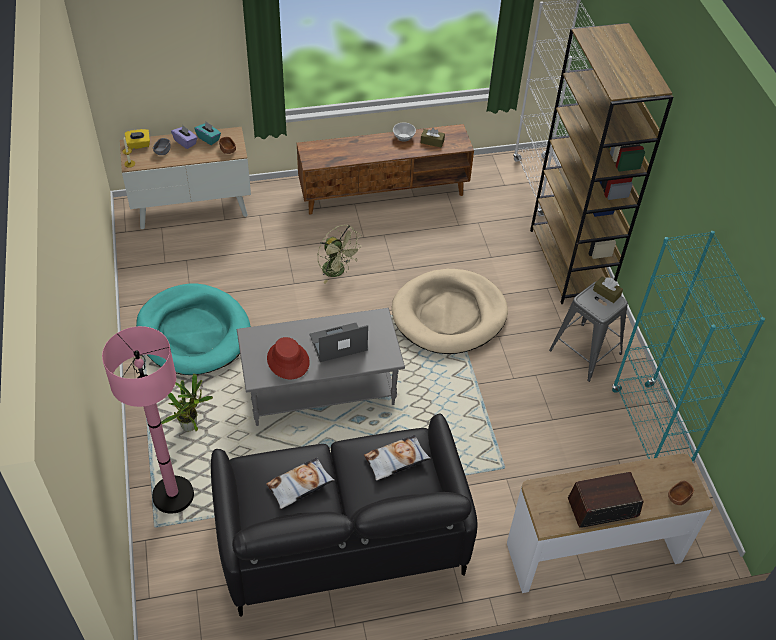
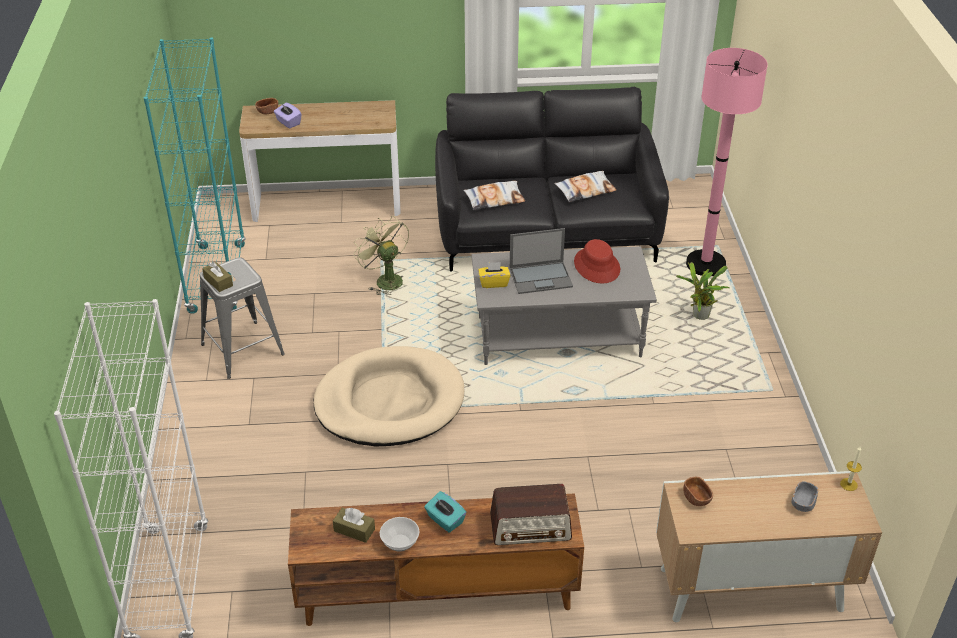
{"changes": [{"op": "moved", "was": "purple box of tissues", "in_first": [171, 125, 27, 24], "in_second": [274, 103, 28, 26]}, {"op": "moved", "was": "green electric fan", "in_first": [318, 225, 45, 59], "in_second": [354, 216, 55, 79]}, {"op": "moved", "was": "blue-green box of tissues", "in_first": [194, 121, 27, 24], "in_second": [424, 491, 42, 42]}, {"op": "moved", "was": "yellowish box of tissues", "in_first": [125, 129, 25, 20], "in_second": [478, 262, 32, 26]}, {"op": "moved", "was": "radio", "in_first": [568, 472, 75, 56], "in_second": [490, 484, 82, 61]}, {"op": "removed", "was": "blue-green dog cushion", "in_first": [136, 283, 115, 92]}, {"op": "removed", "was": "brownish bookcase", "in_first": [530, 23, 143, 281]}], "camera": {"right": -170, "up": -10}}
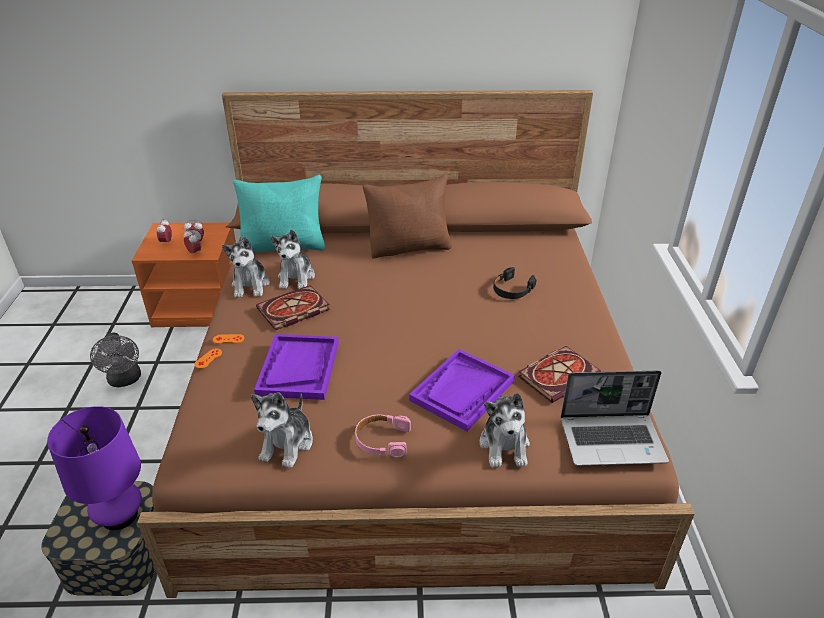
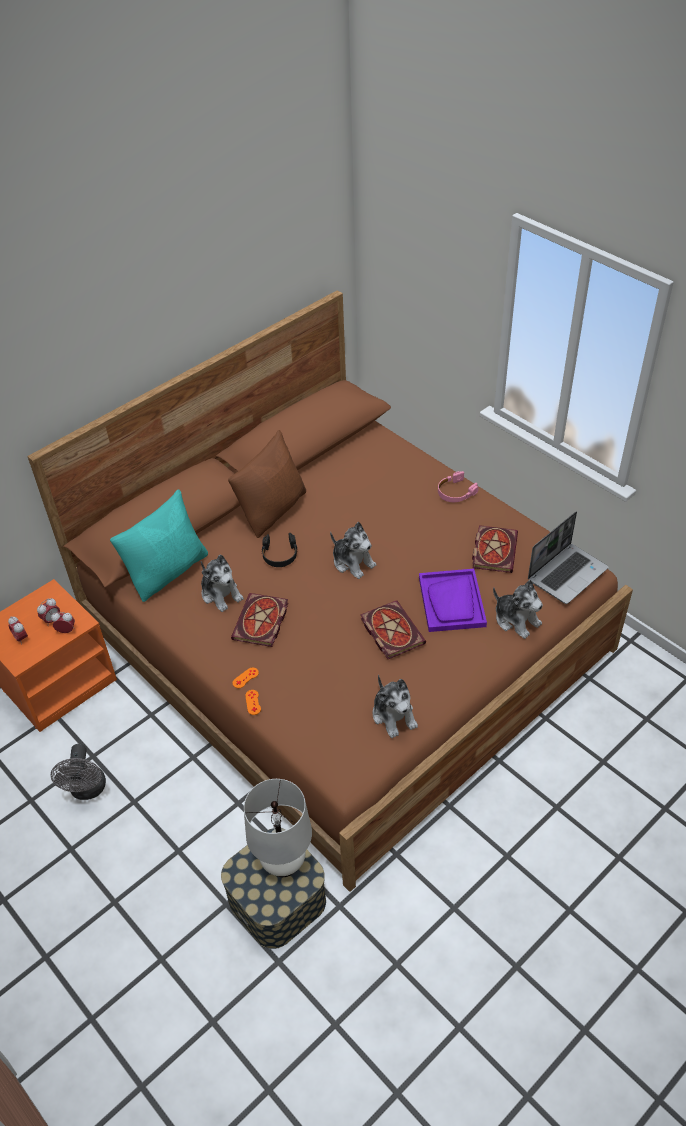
{"changes": [{"op": "turned", "was": "greyish electric fan", "in_first": [90, 333, 51, 54], "in_second": [51, 744, 55, 56], "clockwise": 60}, {"op": "recoloured", "was": "purple lamp for a table", "now": "white lamp for a table", "in_first": [47, 406, 95, 124], "in_second": [244, 779, 68, 98]}, {"op": "moved", "was": "black pair of headphones", "in_first": [493, 267, 44, 32], "in_second": [262, 533, 35, 34]}, {"op": "moved", "was": "plush toy", "in_first": [222, 237, 48, 61], "in_second": [330, 522, 46, 57]}, {"op": "added", "now": "book", "in_second": [360, 600, 66, 59]}, {"op": "moved", "was": "pink-coloured pair of headphones", "in_first": [355, 415, 56, 42], "in_second": [438, 471, 41, 31]}, {"op": "removed", "was": "purple serving tray", "in_first": [254, 334, 85, 66]}], "camera": {"right": -40, "up": 10}}
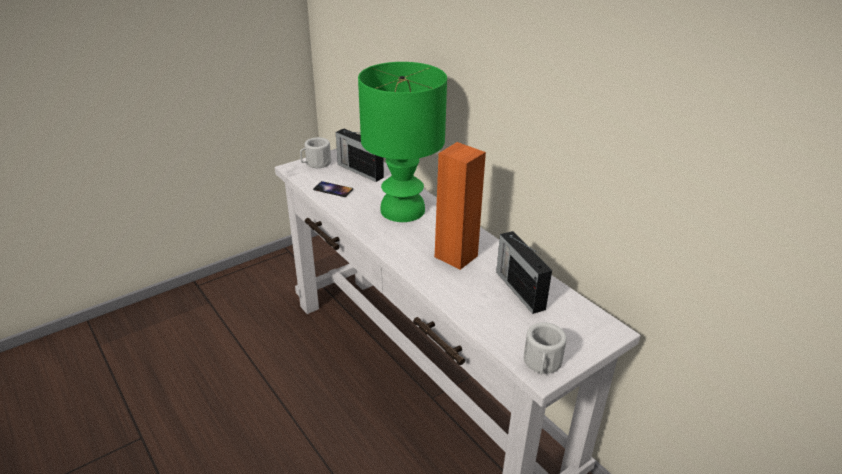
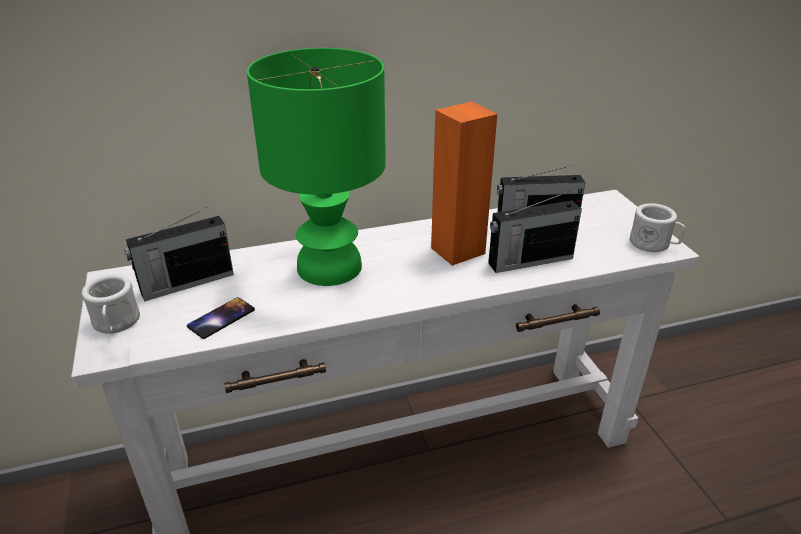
{"changes": [{"op": "added", "now": "radio", "in_second": [488, 191, 94, 82]}], "camera": {"right": -70, "up": 0}}
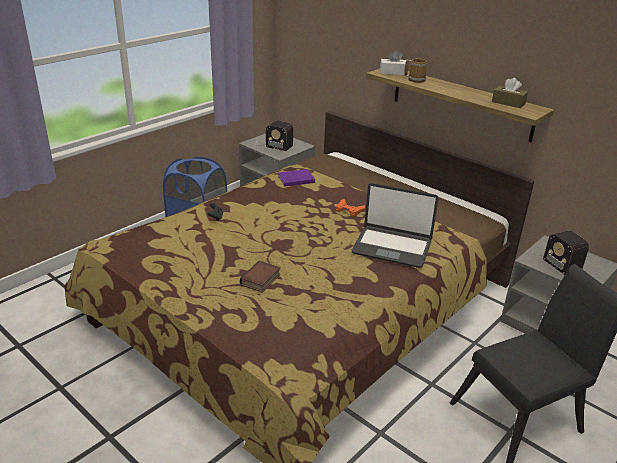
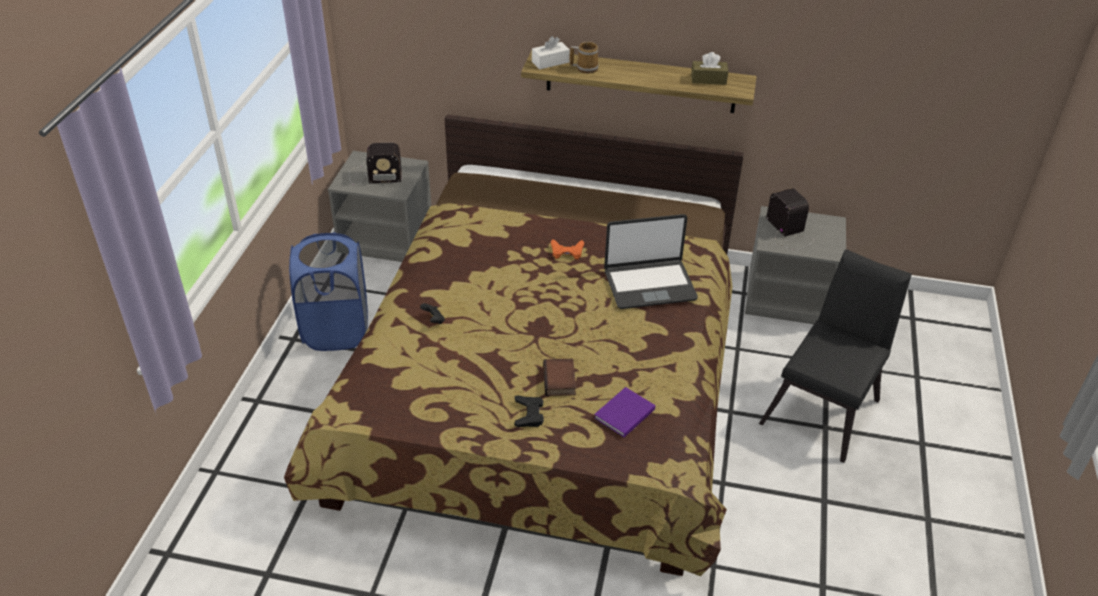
{"changes": [{"op": "added", "now": "black game controller", "in_second": [514, 395, 30, 32]}, {"op": "moved", "was": "purple book", "in_first": [278, 169, 37, 17], "in_second": [594, 387, 61, 51]}, {"op": "turned", "was": "radio", "in_first": [532, 231, 57, 44], "in_second": [766, 188, 48, 62], "clockwise": -150}], "camera": {"right": -30, "up": 10}}
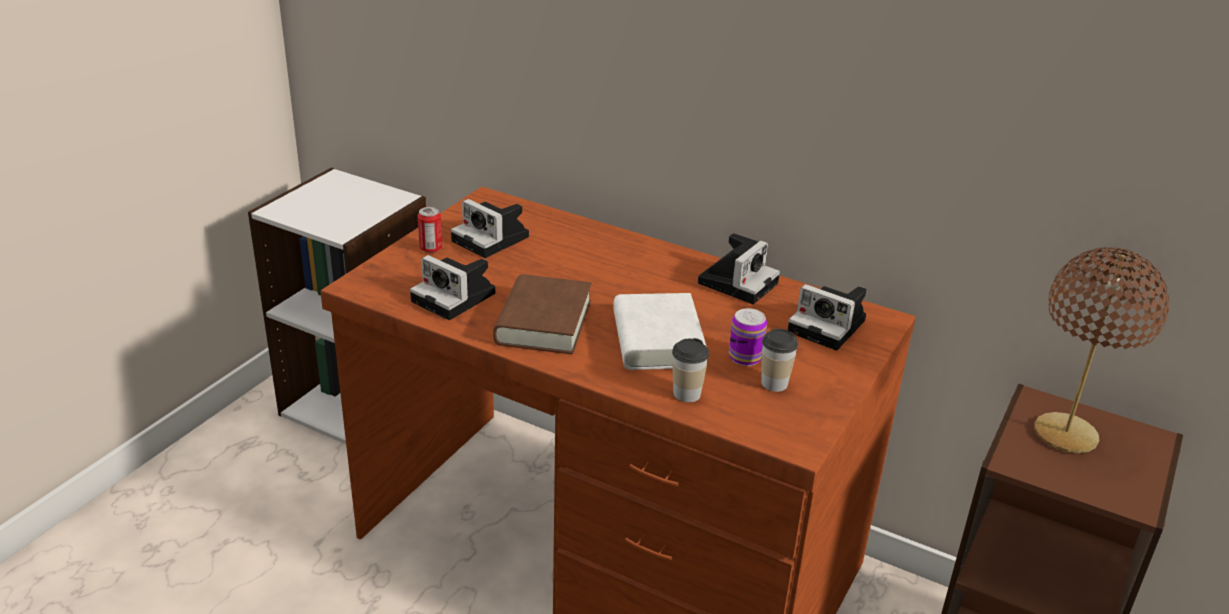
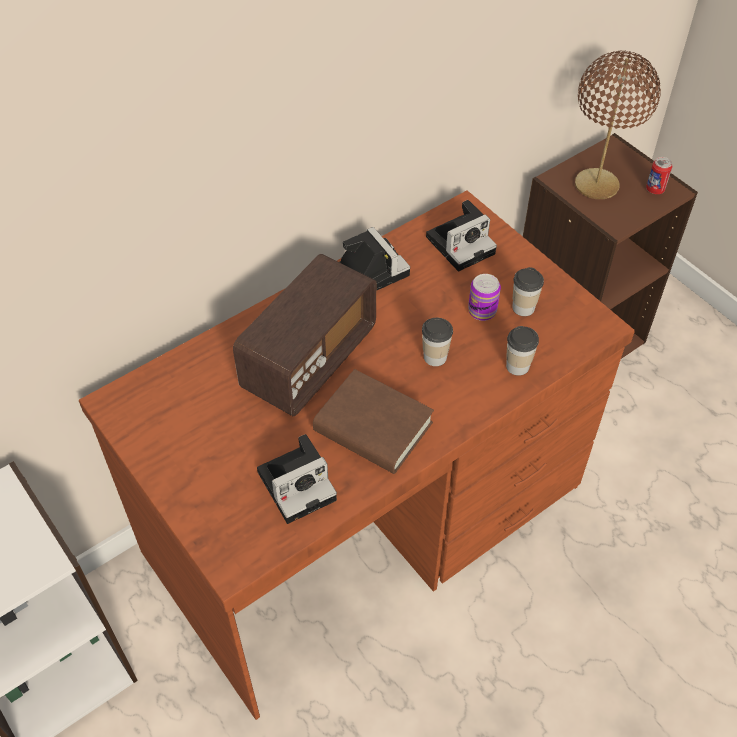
{"changes": [{"op": "added", "now": "radio", "in_second": [233, 254, 143, 162]}, {"op": "replaced", "was": "white book", "now": "drinking cup", "in_first": [613, 293, 94, 77], "in_second": [422, 318, 31, 48]}, {"op": "moved", "was": "metal can", "in_first": [418, 207, 24, 46], "in_second": [646, 157, 26, 37]}, {"op": "removed", "was": "still camera", "in_first": [451, 199, 78, 59]}], "camera": {"right": -65, "up": 20}}
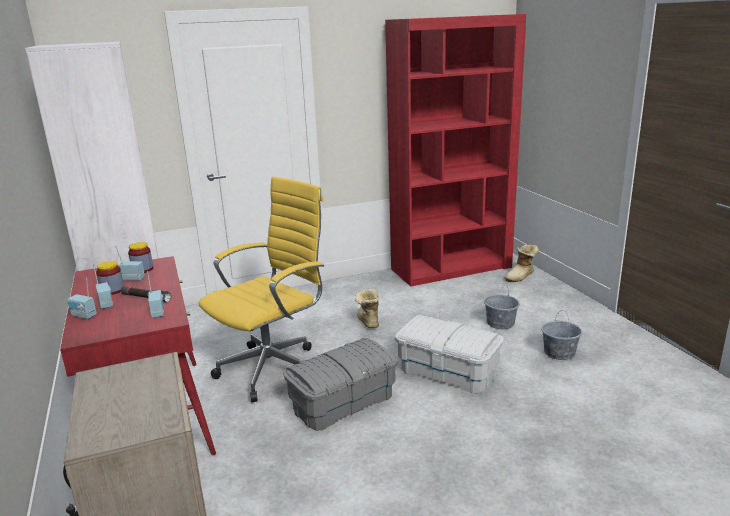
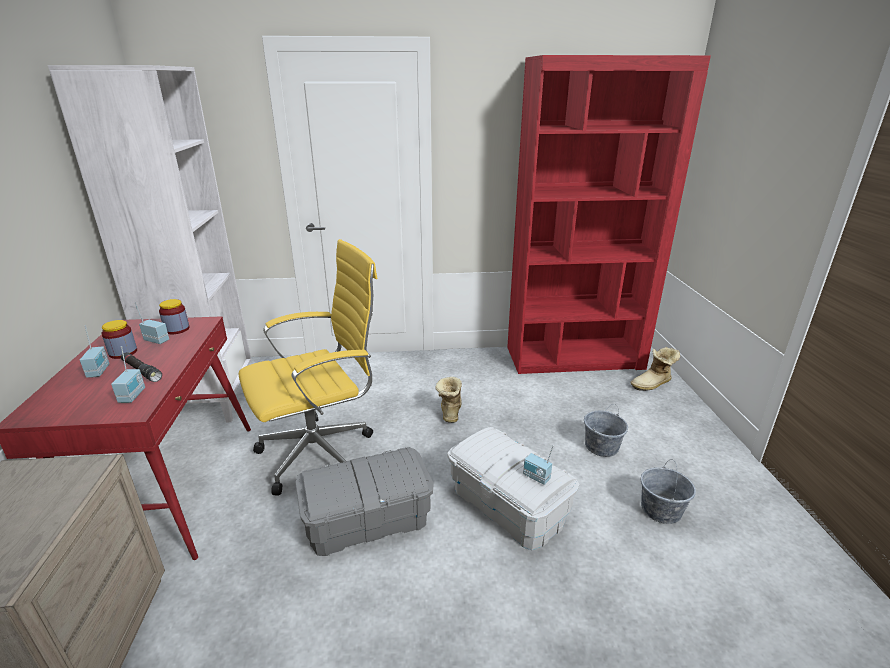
{"changes": [{"op": "moved", "was": "radio", "in_first": [67, 278, 30, 41], "in_second": [523, 445, 31, 40]}], "camera": {"right": 15, "up": 5}}
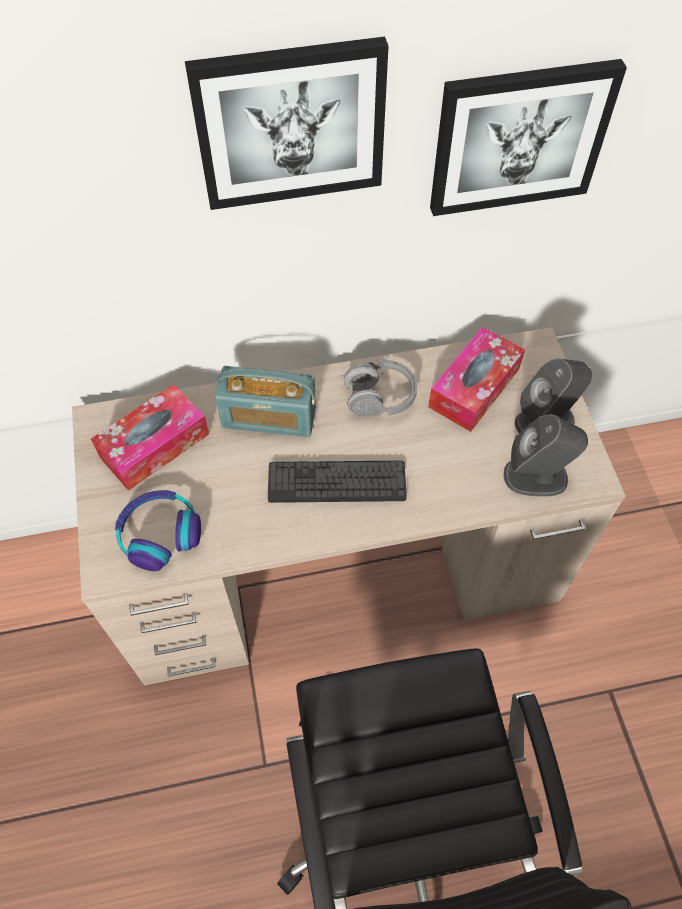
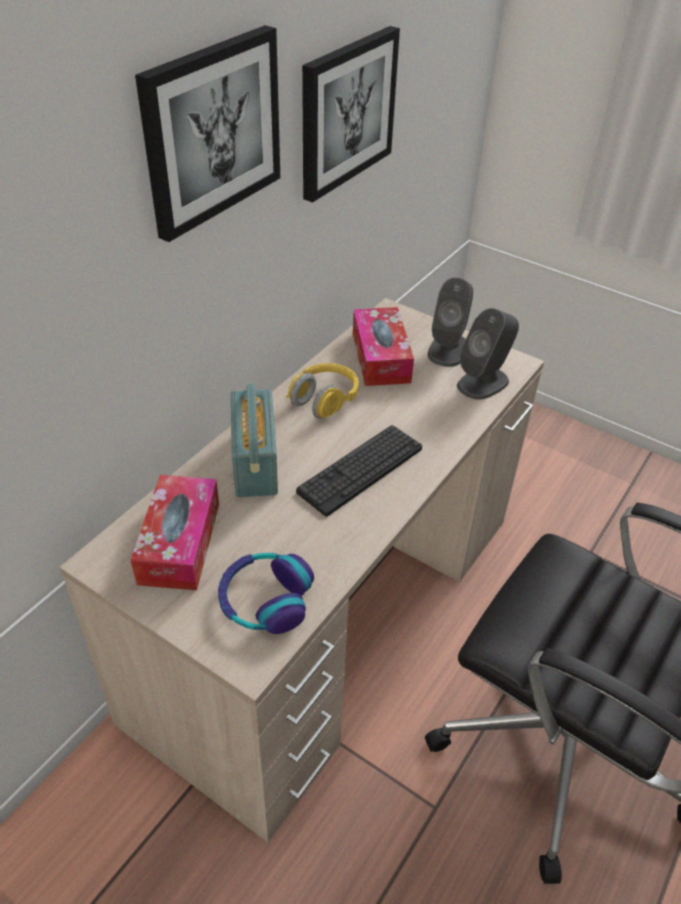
{"changes": [{"op": "turned", "was": "radio", "in_first": [215, 366, 101, 71], "in_second": [231, 384, 47, 113], "clockwise": -60}, {"op": "recoloured", "was": "greyish pair of headphones", "now": "yellowish pair of headphones", "in_first": [341, 359, 76, 57], "in_second": [286, 363, 73, 55]}], "camera": {"right": -45, "up": -15}}
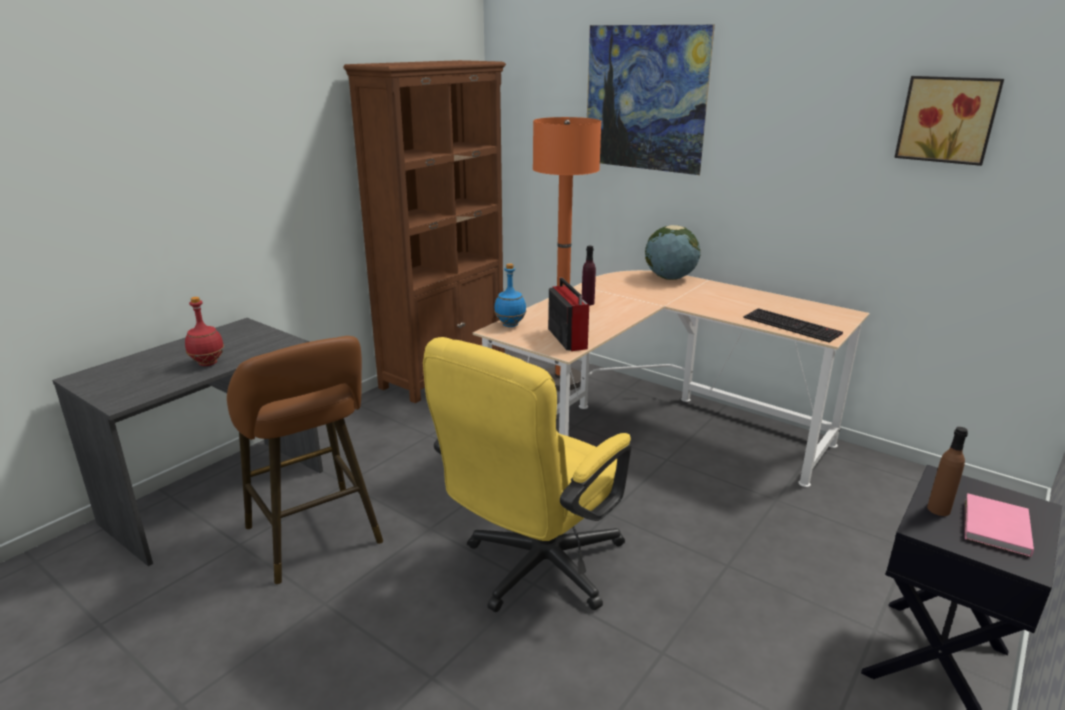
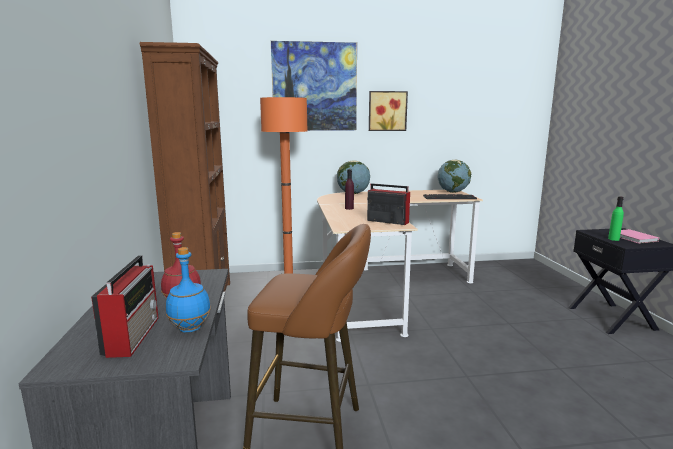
{"changes": [{"op": "added", "now": "radio", "in_second": [91, 255, 68, 103]}, {"op": "moved", "was": "blue drink bottle", "in_first": [494, 264, 32, 63], "in_second": [166, 247, 45, 86]}, {"op": "moved", "was": "picture", "in_first": [894, 76, 110, 90], "in_second": [369, 91, 39, 40]}, {"op": "added", "now": "world globe", "in_second": [438, 160, 33, 33]}, {"op": "recoloured", "was": "brownish drink bottle", "now": "green drink bottle", "in_first": [927, 427, 41, 89], "in_second": [608, 196, 16, 45]}, {"op": "removed", "was": "yellowish computer chair", "in_first": [423, 337, 208, 275]}], "camera": {"right": -45, "up": -10}}
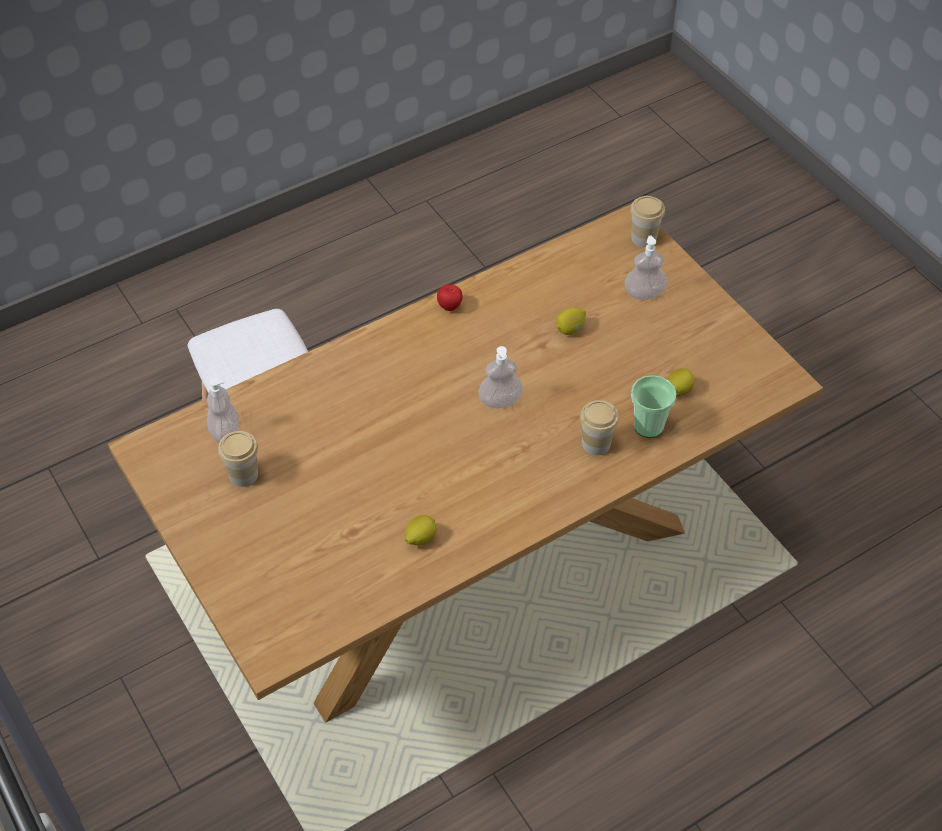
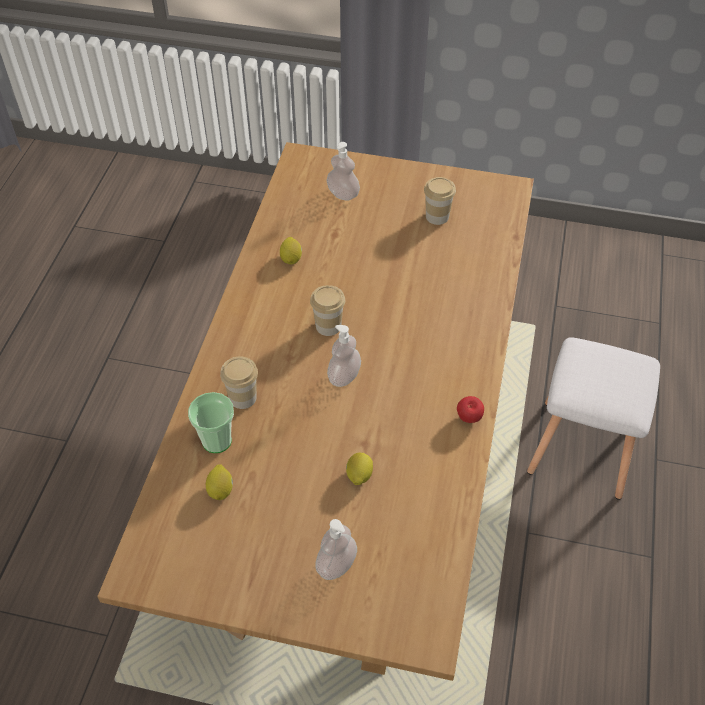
{"changes": [{"op": "moved", "was": "drinking cup", "in_first": [630, 196, 35, 51], "in_second": [310, 285, 35, 51]}, {"op": "moved", "was": "soap bottle", "in_first": [207, 378, 32, 65], "in_second": [327, 142, 33, 59]}], "camera": {"right": 135, "up": 0}}
